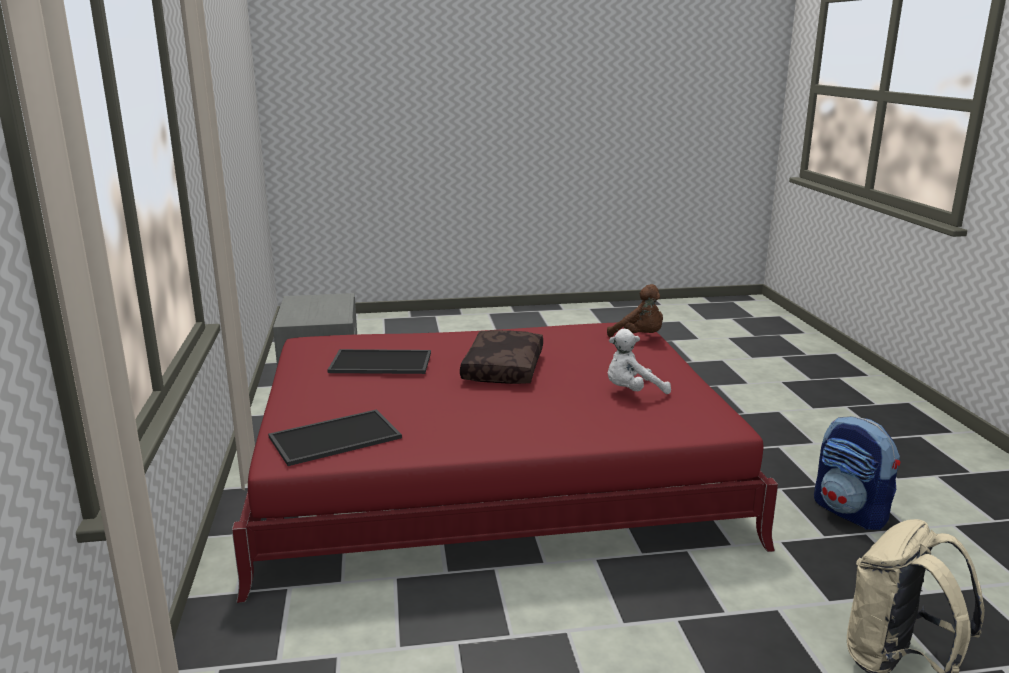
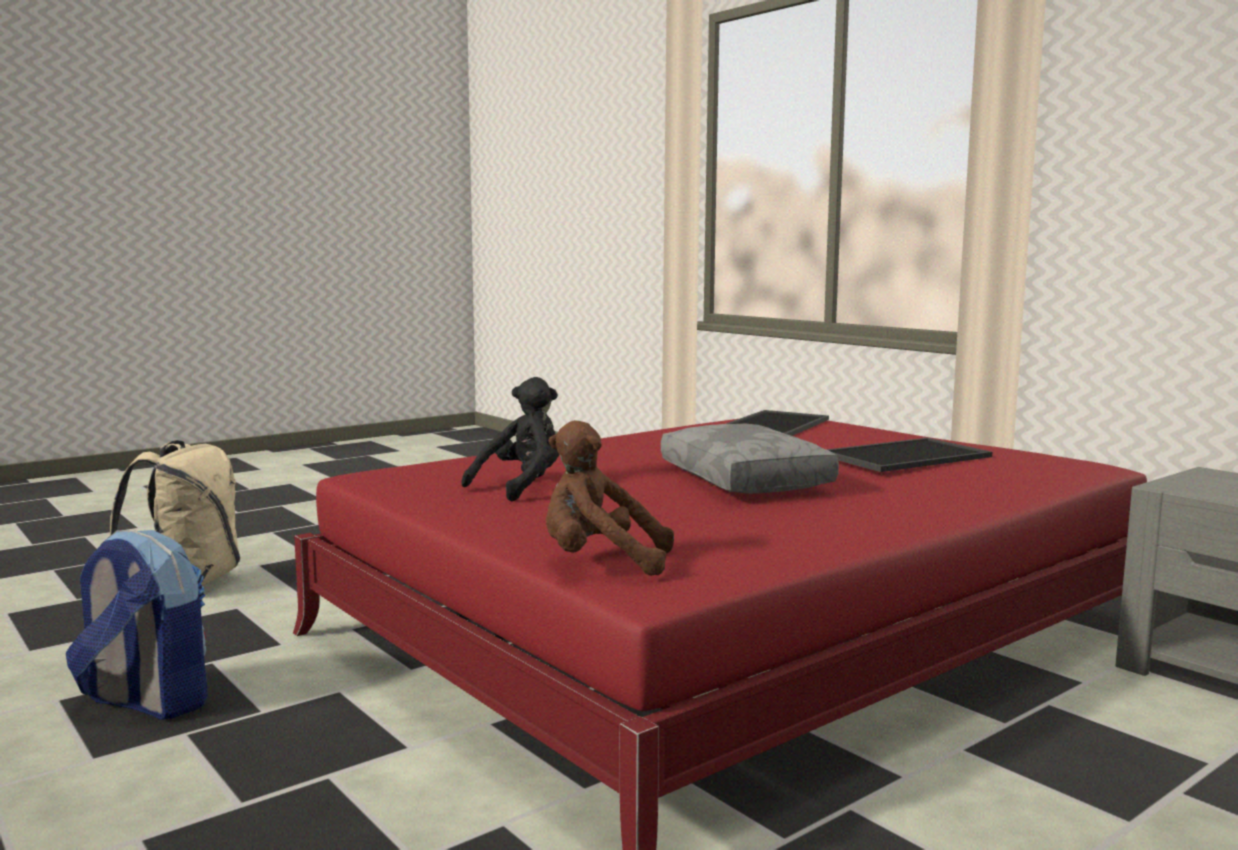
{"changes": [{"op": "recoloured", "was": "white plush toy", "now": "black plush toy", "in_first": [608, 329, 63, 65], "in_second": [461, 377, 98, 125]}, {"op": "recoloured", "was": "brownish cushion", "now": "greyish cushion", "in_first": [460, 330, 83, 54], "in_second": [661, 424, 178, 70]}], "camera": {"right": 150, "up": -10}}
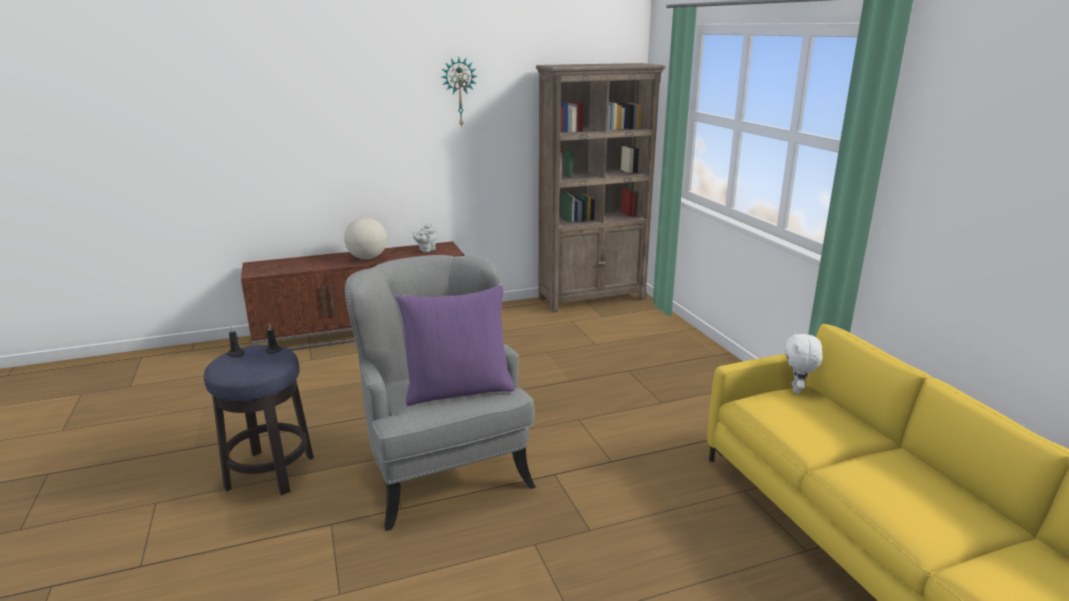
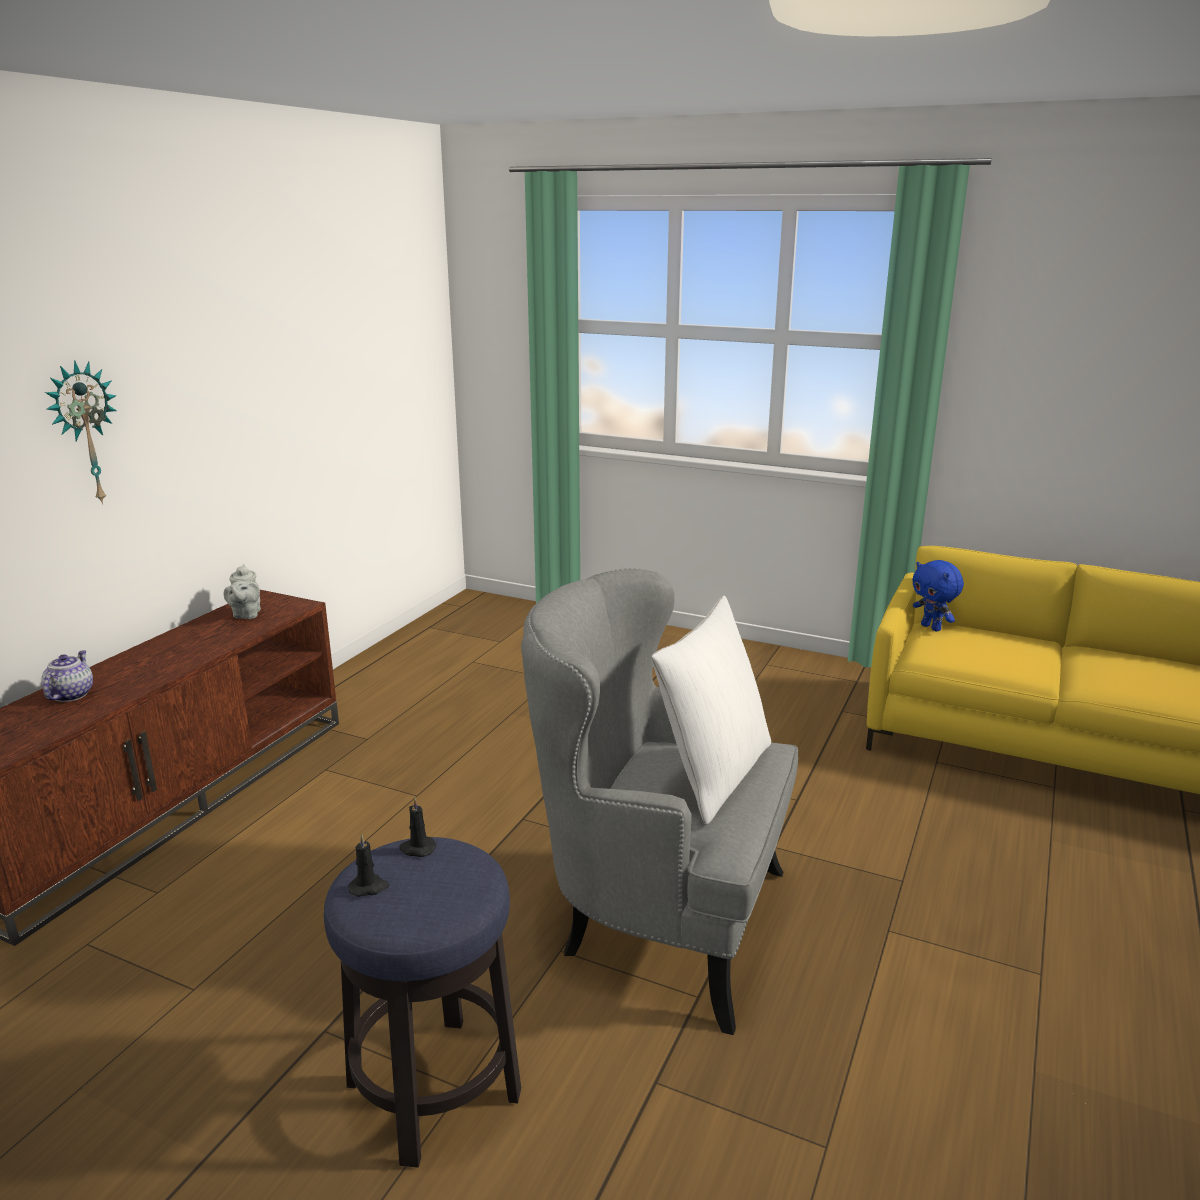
{"changes": [{"op": "added", "now": "pot for tea", "in_second": [41, 650, 52, 52]}, {"op": "moved", "was": "wall clock", "in_first": [442, 57, 35, 71], "in_second": [45, 360, 72, 145]}, {"op": "recoloured", "was": "purple cushion", "now": "white cushion", "in_first": [396, 285, 119, 121], "in_second": [651, 596, 120, 229]}, {"op": "recoloured", "was": "white plush toy", "now": "blue plush toy", "in_first": [785, 331, 37, 63], "in_second": [912, 560, 52, 72]}, {"op": "removed", "was": "world globe", "in_first": [344, 218, 43, 41]}, {"op": "removed", "was": "brownish bookcase", "in_first": [536, 63, 130, 250]}], "camera": {"right": -45, "up": 0}}
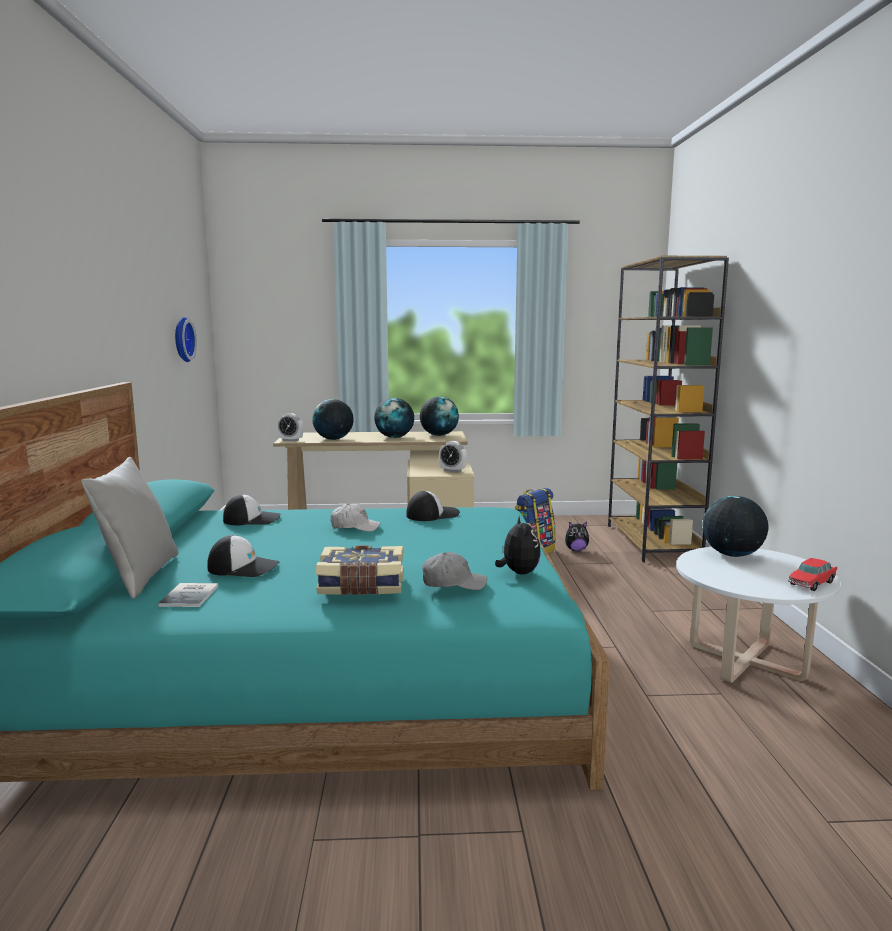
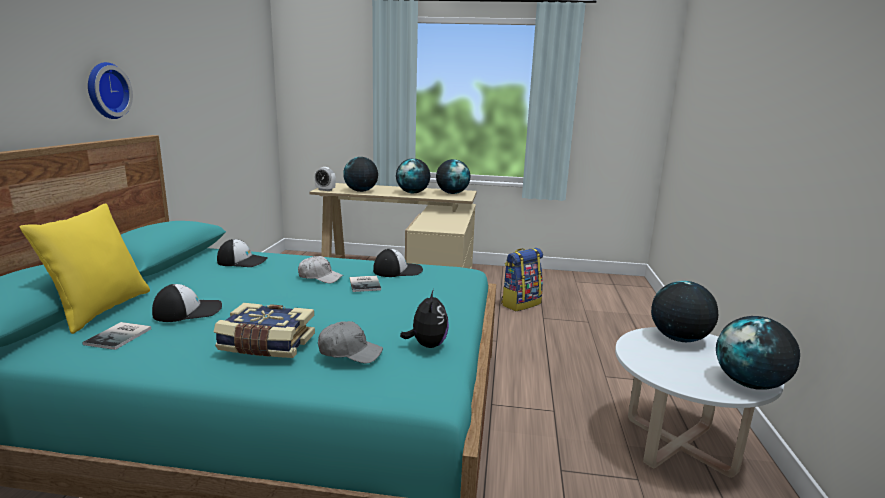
{"changes": [{"op": "recoloured", "was": "greyish cushion", "now": "yellowish cushion", "in_first": [82, 457, 96, 142], "in_second": [20, 204, 130, 130]}, {"op": "moved", "was": "wall clock", "in_first": [175, 317, 22, 45], "in_second": [88, 62, 45, 57]}, {"op": "turned", "was": "baseball cap", "in_first": [207, 535, 72, 42], "in_second": [152, 284, 70, 38], "clockwise": -45}, {"op": "added", "now": "book", "in_second": [350, 276, 31, 16]}, {"op": "replaced", "was": "toy car", "now": "world globe", "in_first": [788, 558, 49, 33], "in_second": [716, 316, 84, 74]}, {"op": "removed", "was": "alarm clock", "in_first": [439, 441, 28, 32]}, {"op": "removed", "was": "plush toy", "in_first": [565, 522, 24, 29]}, {"op": "removed", "was": "brownish bookcase", "in_first": [608, 256, 121, 306]}], "camera": {"right": 10, "up": 5}}
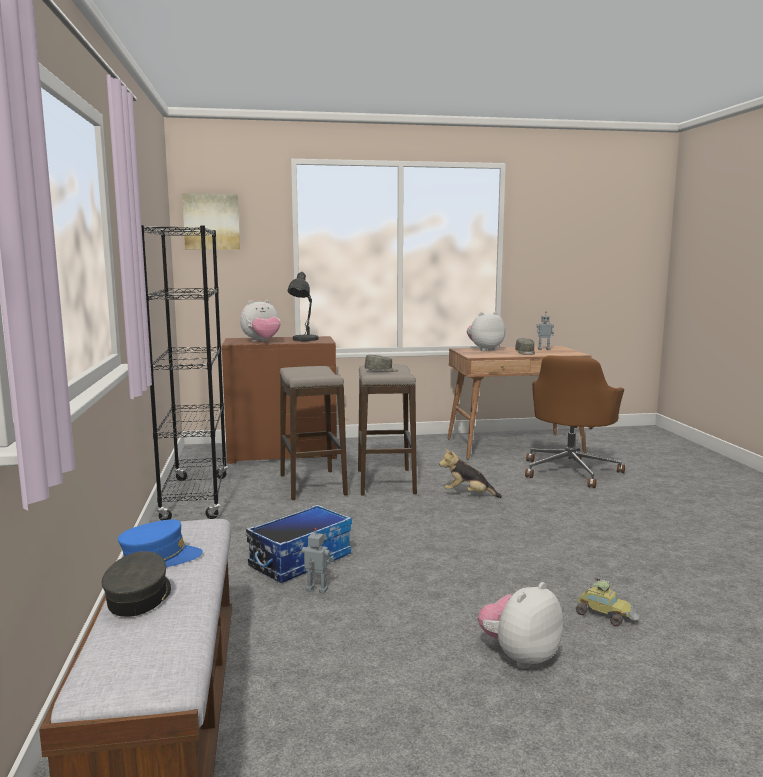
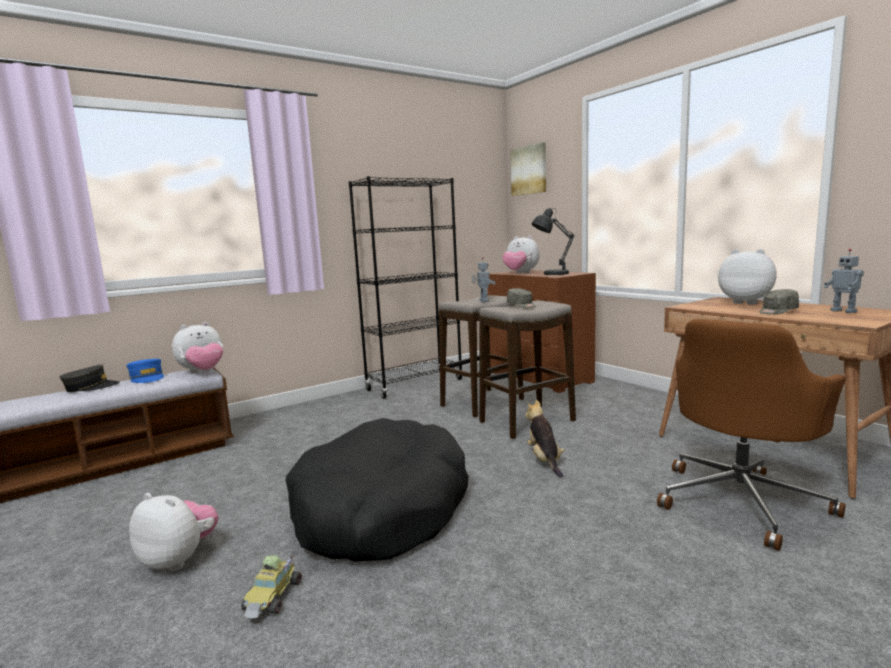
{"changes": [{"op": "added", "now": "plush toy", "in_second": [172, 322, 51, 51]}, {"op": "added", "now": "black dog cushion", "in_second": [285, 418, 183, 144]}, {"op": "moved", "was": "robot figure", "in_first": [302, 528, 32, 65], "in_second": [472, 257, 23, 45]}, {"op": "turned", "was": "brownish computer chair", "in_first": [525, 356, 100, 132], "in_second": [657, 319, 189, 232], "clockwise": -45}, {"op": "removed", "was": "storage bin", "in_first": [246, 505, 106, 78]}], "camera": {"right": 65, "up": 0}}
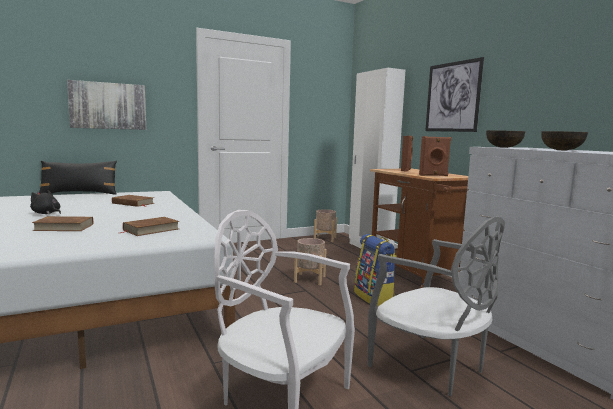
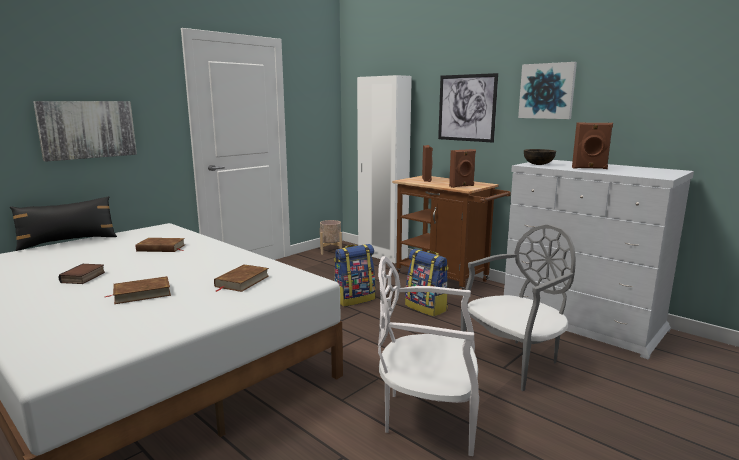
{"changes": [{"op": "replaced", "was": "black plush toy", "now": "book", "in_first": [30, 190, 31, 24], "in_second": [59, 264, 46, 20]}, {"op": "replaced", "was": "beige-coloured planter", "now": "backpack", "in_first": [294, 238, 33, 47], "in_second": [334, 244, 42, 63]}, {"op": "turned", "was": "greyish plain chair", "in_first": [368, 216, 137, 180], "in_second": [461, 224, 115, 167], "clockwise": -60}, {"op": "added", "now": "picture", "in_second": [518, 62, 59, 57]}, {"op": "replaced", "was": "brownish bowl", "now": "brownish speaker", "in_first": [541, 131, 47, 19], "in_second": [572, 122, 41, 47]}], "camera": {"right": -20, "up": 5}}
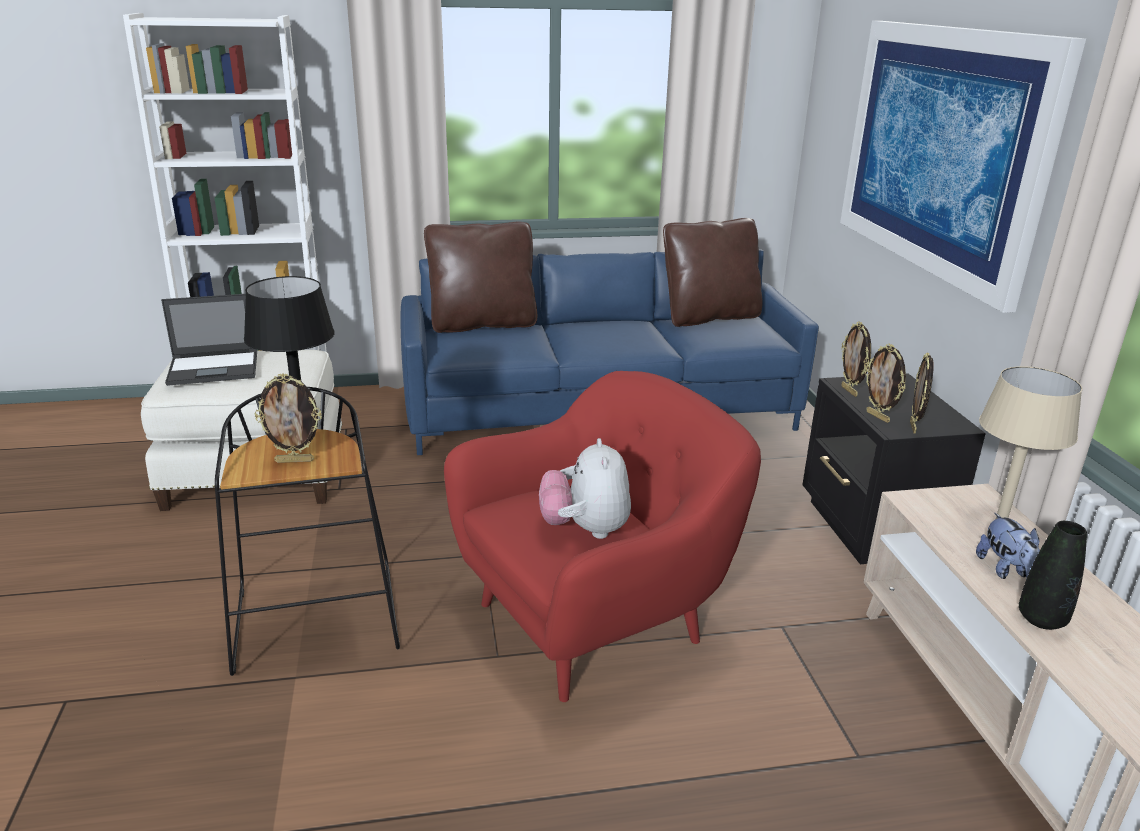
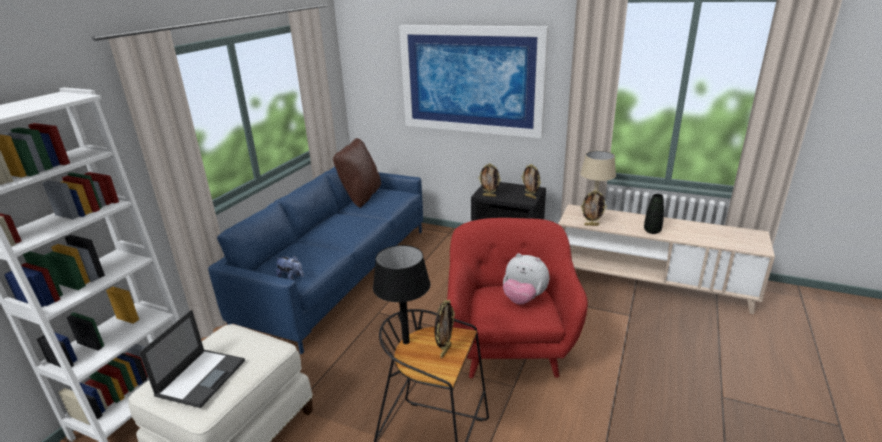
{"changes": [{"op": "moved", "was": "plush toy", "in_first": [976, 513, 64, 66], "in_second": [276, 255, 28, 25]}, {"op": "moved", "was": "standing frame", "in_first": [865, 344, 41, 79], "in_second": [581, 190, 26, 36]}, {"op": "removed", "was": "brownish cushion", "in_first": [424, 222, 113, 111]}], "camera": {"right": -55, "up": 0}}
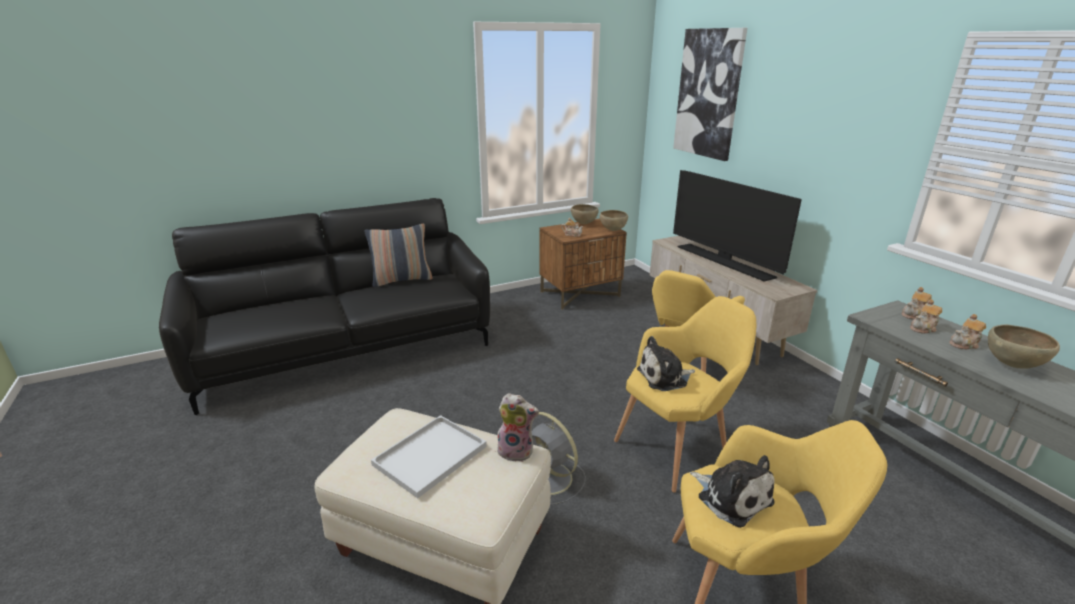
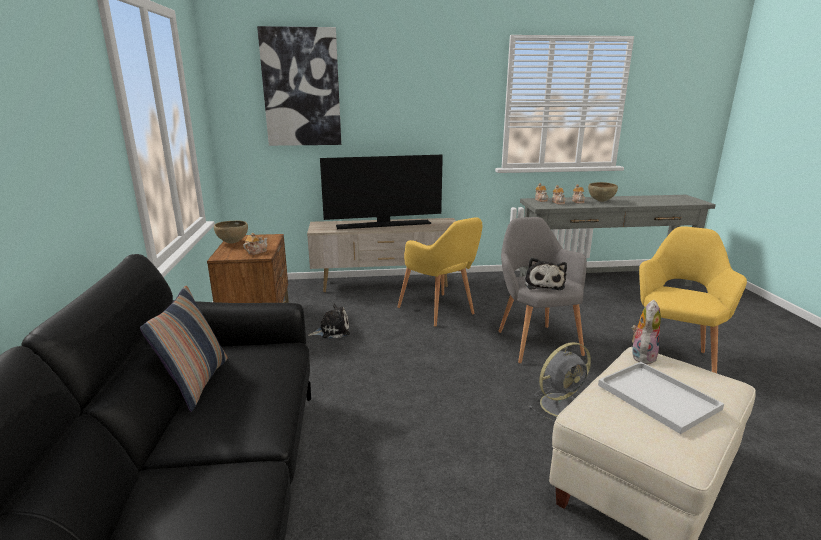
{"changes": [{"op": "moved", "was": "plush toy", "in_first": [690, 455, 85, 73], "in_second": [308, 303, 42, 35]}, {"op": "recoloured", "was": "yellowish armchair", "now": "greyish armchair", "in_first": [614, 296, 142, 196], "in_second": [499, 217, 88, 146]}, {"op": "removed", "was": "brownish bowl", "in_first": [600, 210, 28, 21]}], "camera": {"right": -70, "up": -5}}
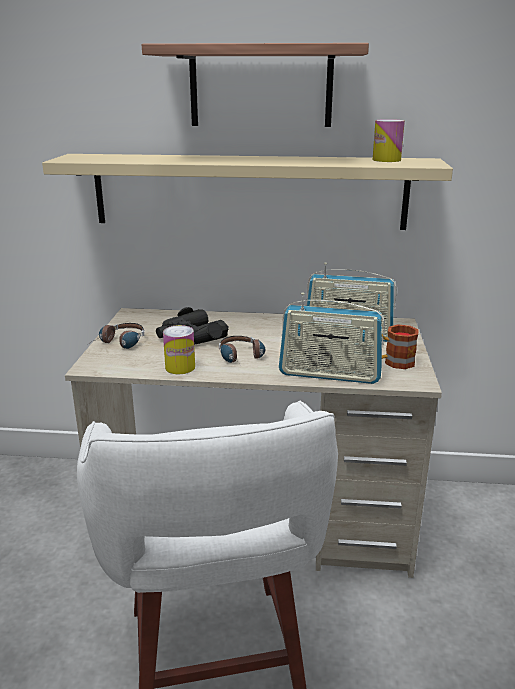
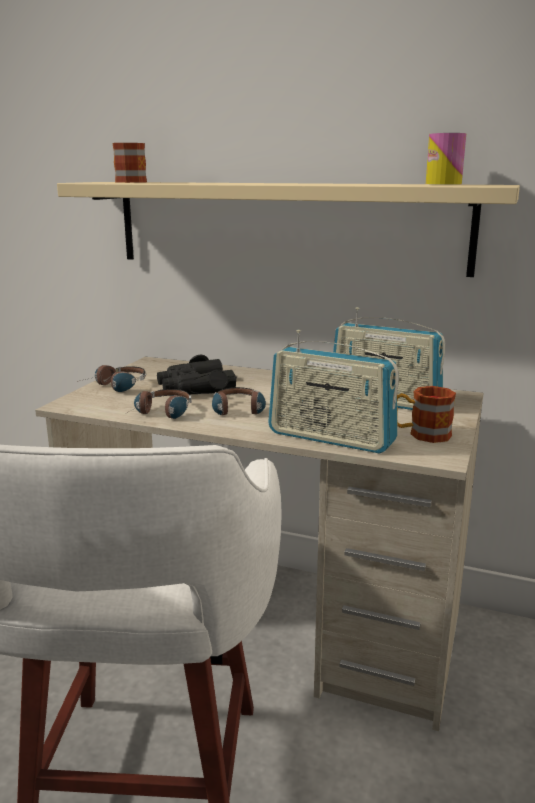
{"changes": [{"op": "added", "now": "coffee mug", "in_second": [112, 143, 35, 40]}, {"op": "replaced", "was": "metal can", "now": "pair of headphones", "in_first": [163, 325, 32, 49], "in_second": [127, 389, 65, 30]}, {"op": "removed", "was": "bracket shelf", "in_first": [142, 43, 227, 84]}], "camera": {"right": 15, "up": -5}}
